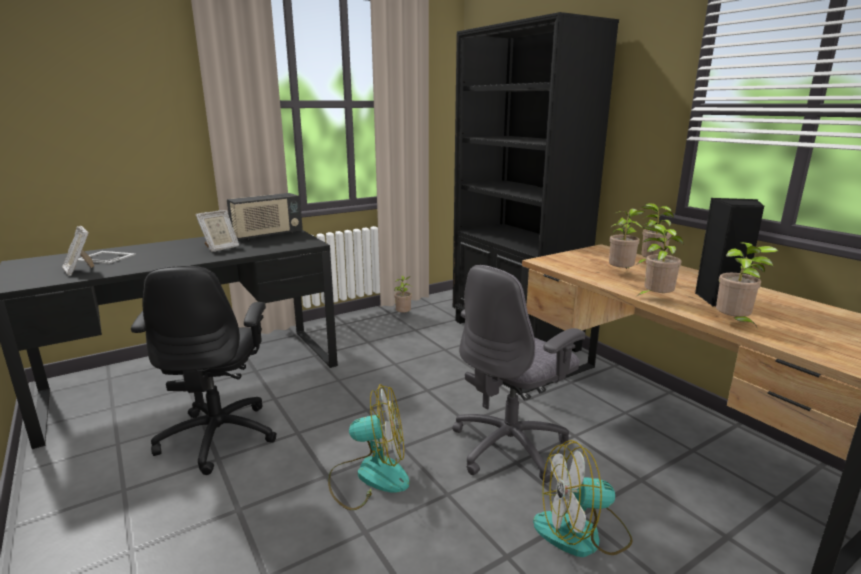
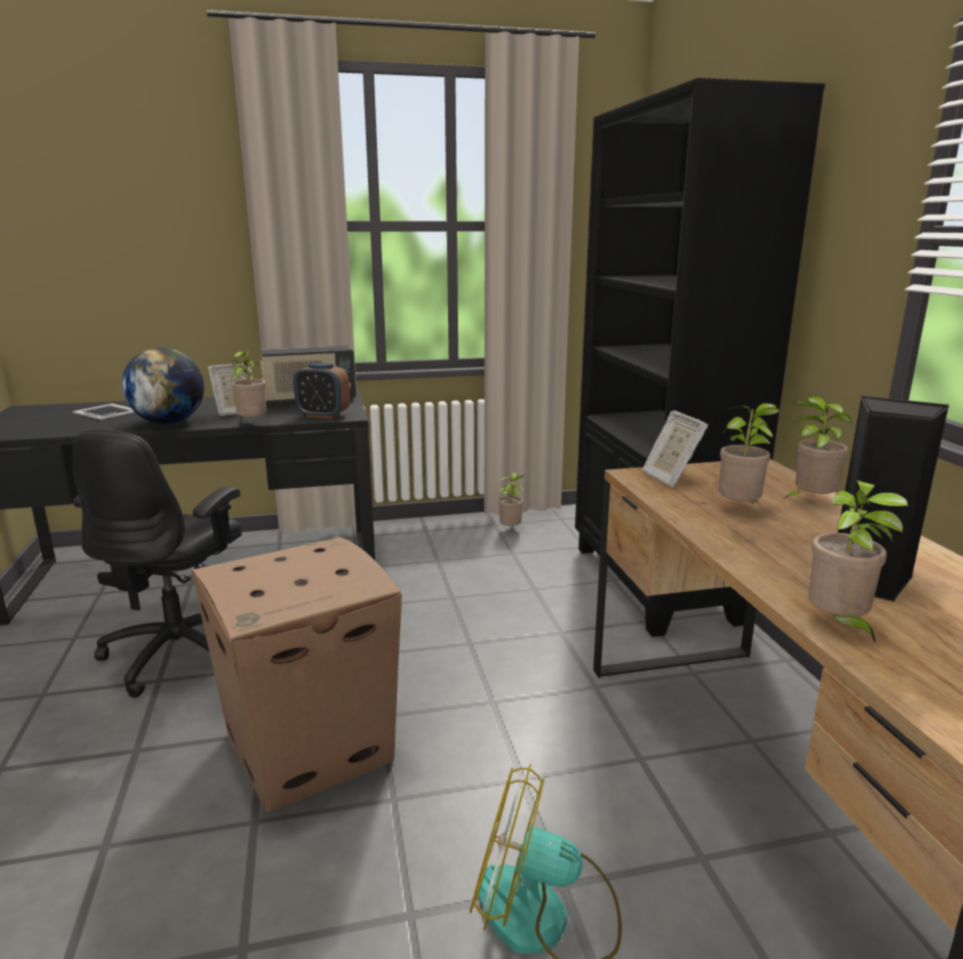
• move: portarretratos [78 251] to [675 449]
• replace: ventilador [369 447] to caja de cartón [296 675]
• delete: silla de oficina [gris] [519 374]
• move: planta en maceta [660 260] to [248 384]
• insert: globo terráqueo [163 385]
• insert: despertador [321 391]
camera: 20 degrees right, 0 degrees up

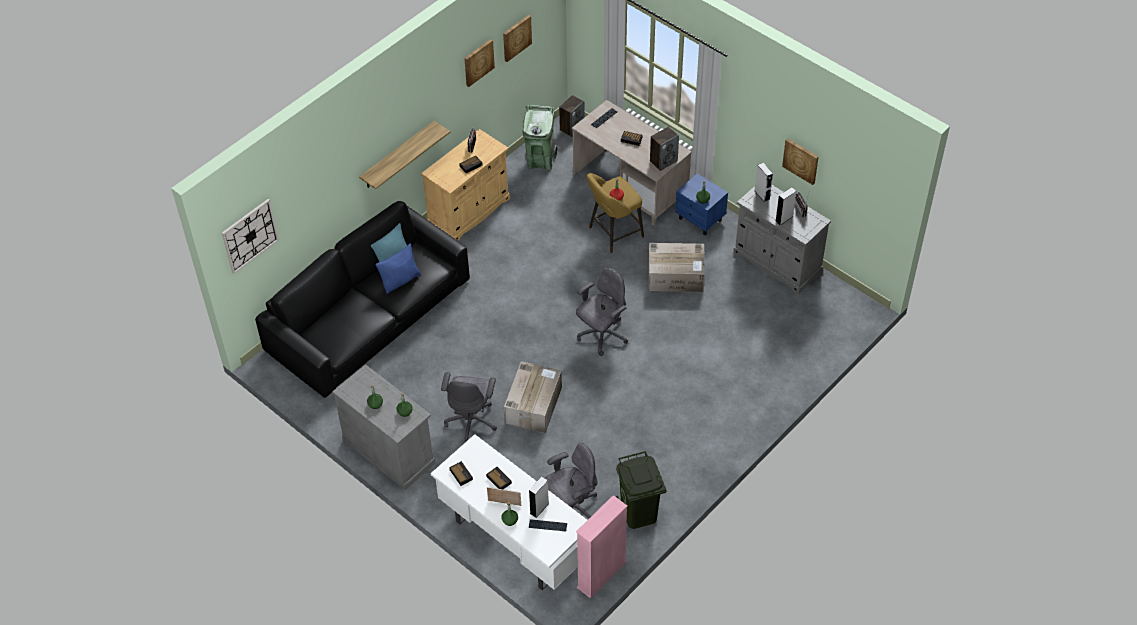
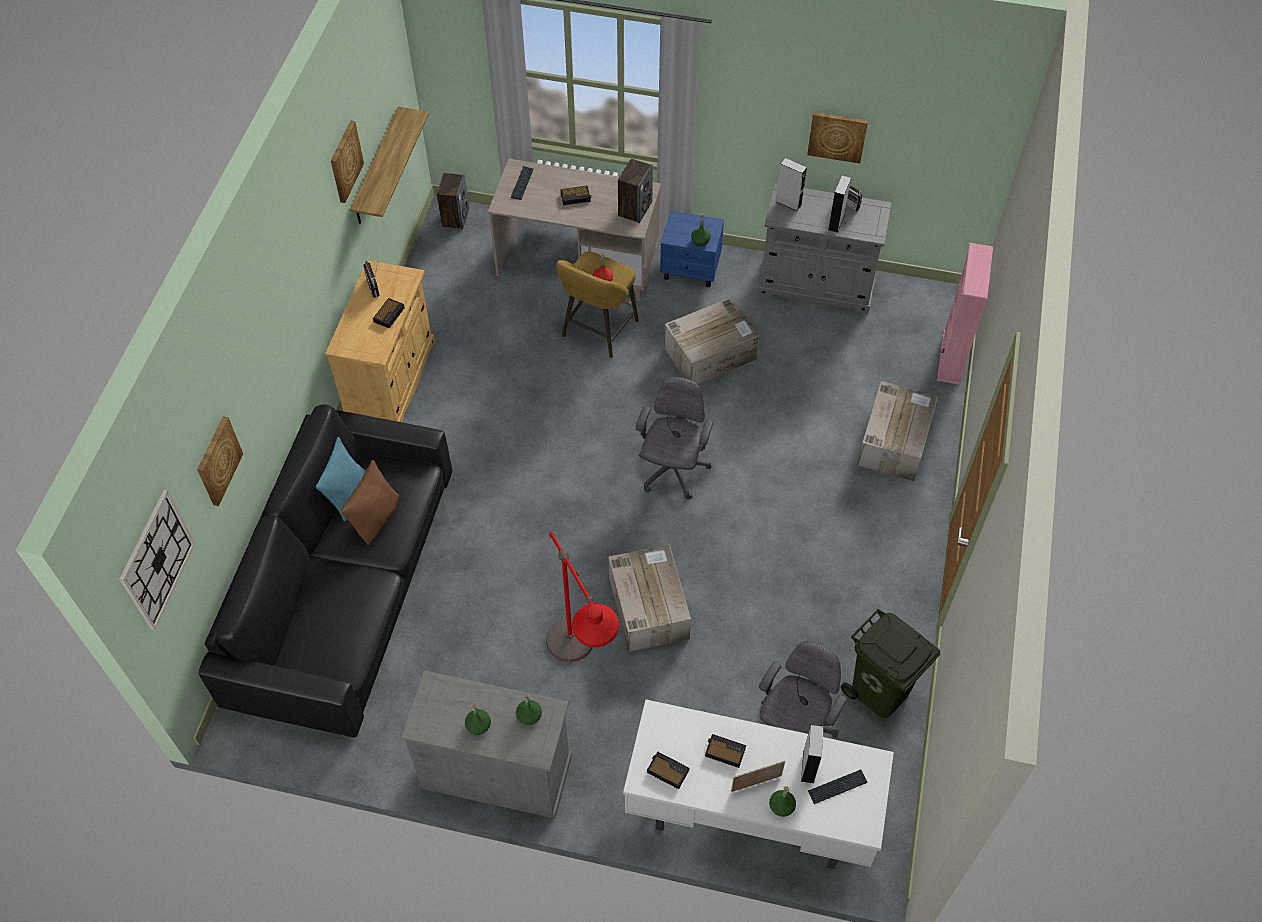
• move: estante [404 155] to [389 165]
• recolor: cojín [azul] [398 269] to cojín [marrón] [370 502]
• replace: silla de oficina [gris] [469 407] to lámpara de pie [rojo] [582 597]
• move: cuadro [517 38] to [220 461]
• delete: papelera [verde] [540 138]
• move: estantería [rosa] [602 546] to [965 314]
• insert: caja de cartón [897 431]
camera: 30 degrees left, 5 degrees up

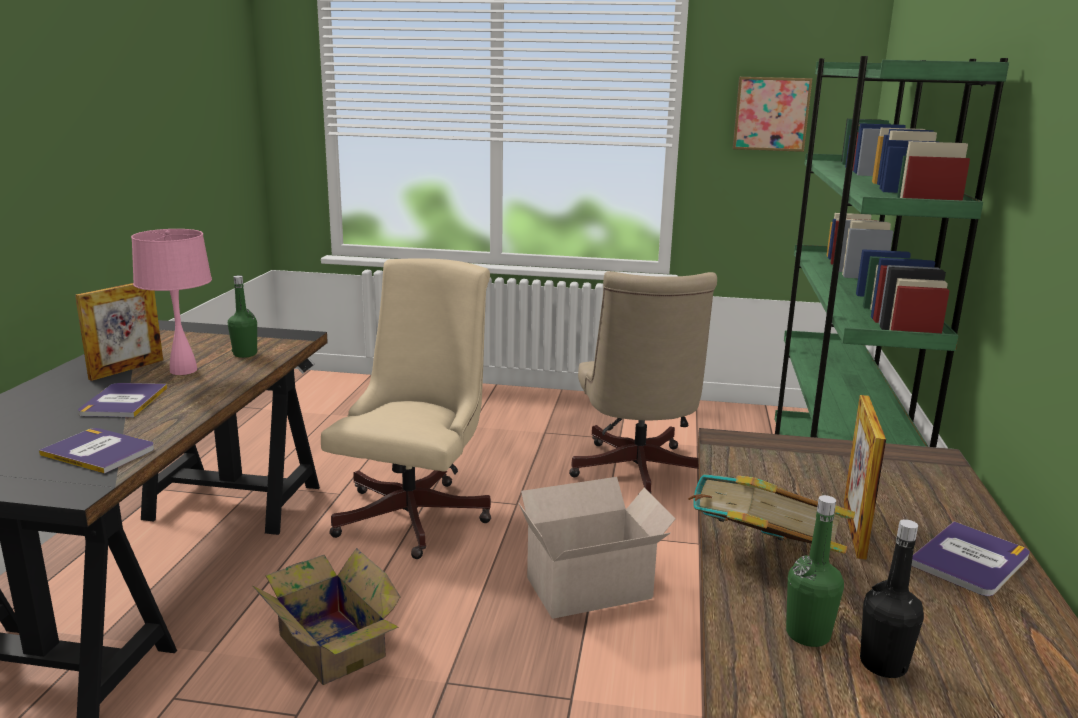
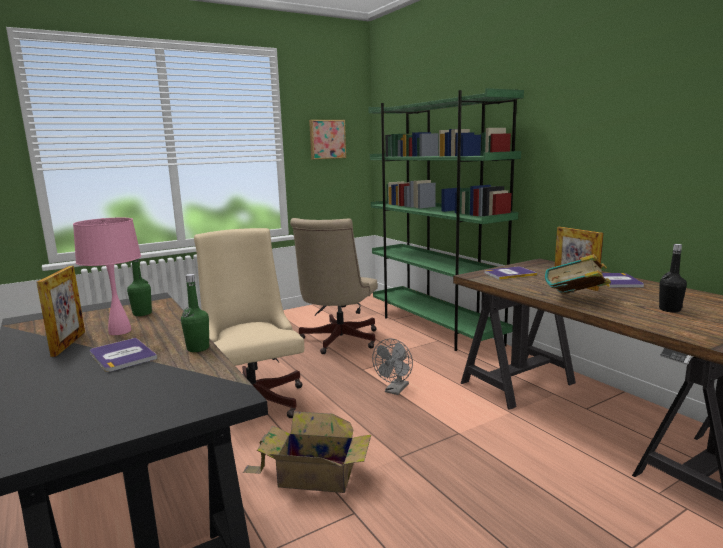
• move: libro [96 451] to [511 273]
• replace: caja de cartón [597 548] to ventilador [gris] [392 367]
• rotate: silla de oficina [beis] [643 382] = [334 286] 60 degrees clockwise
• move: botella [verde] [815 571] to [195 313]
camera: 40 degrees left, 5 degrees down

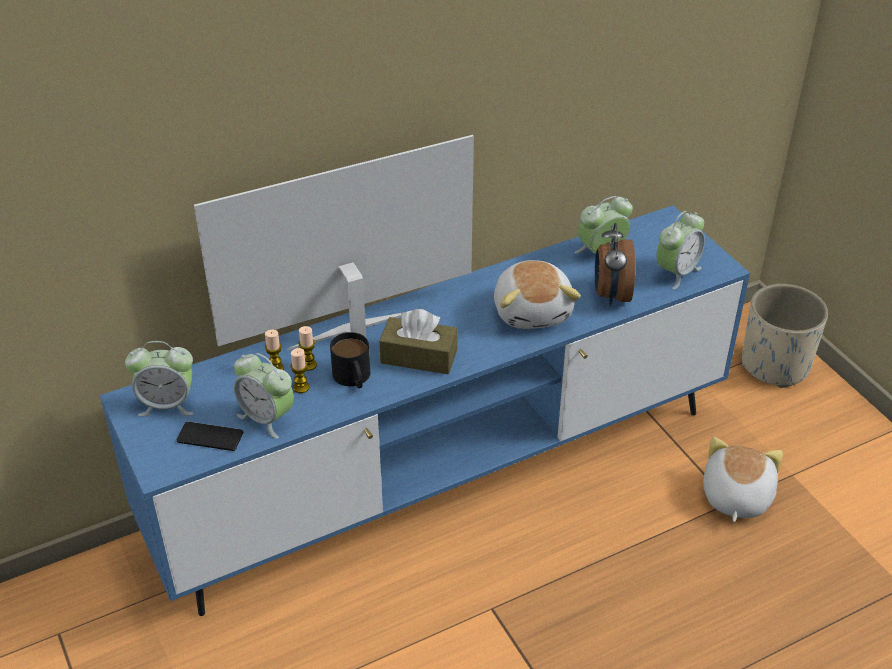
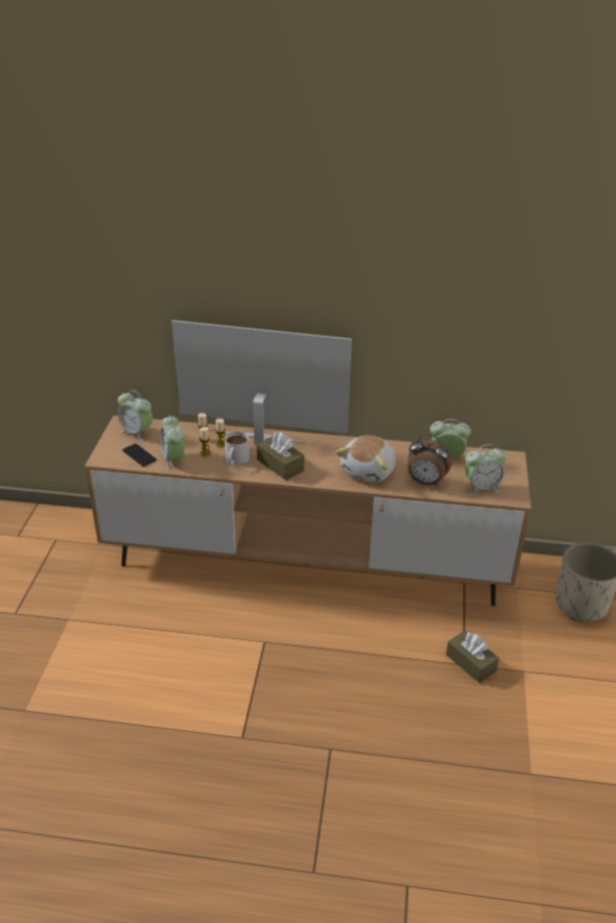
• recolor: mueble de televisión [azul] [425 410] to mueble de televisión [marrón] [308 510]
• recolor: taza grande [negro] [350 360] to taza grande [blanco] [236 448]
• rotate: despertador [615 264] = [429 460] 105 degrees counterclockwise
• replace: peluche [743 479] to caja de pañuelos [marrón] [472 656]
camera: 35 degrees right, 5 degrees down

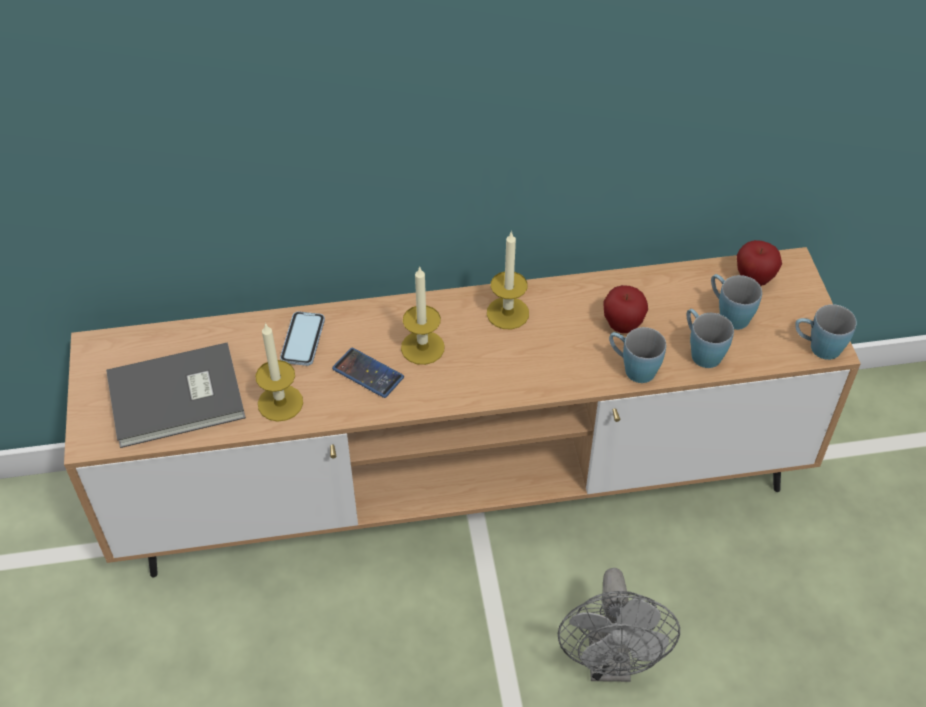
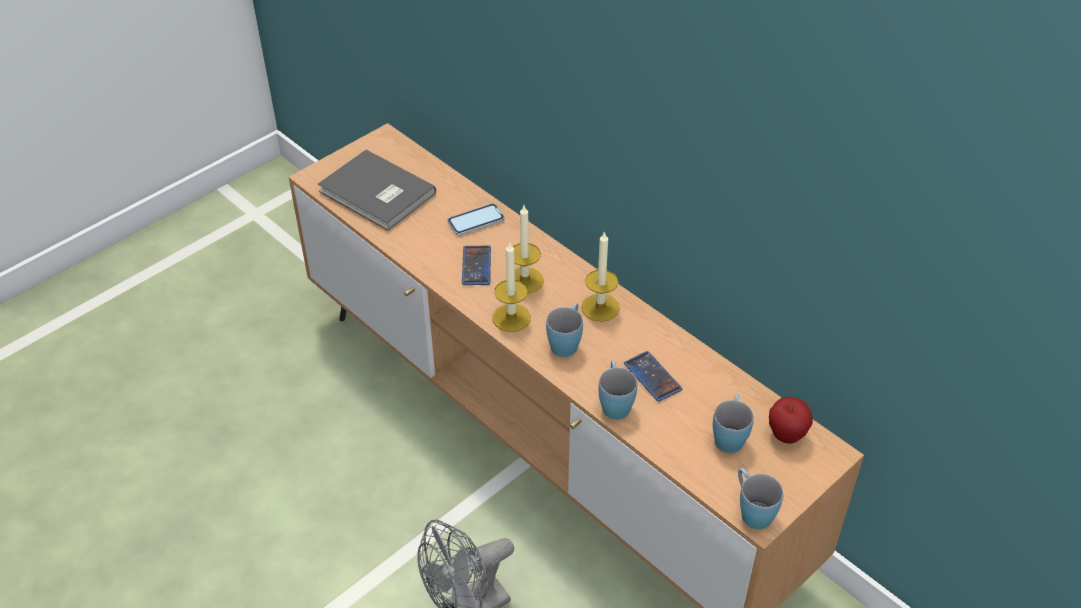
• move: vela [279 372] to [512 287]
• replace: manzana [626 309] to móvil [653 376]
• move: taza grande [azul] [710 338] to [564 330]
camera: 55 degrees right, 5 degrees down

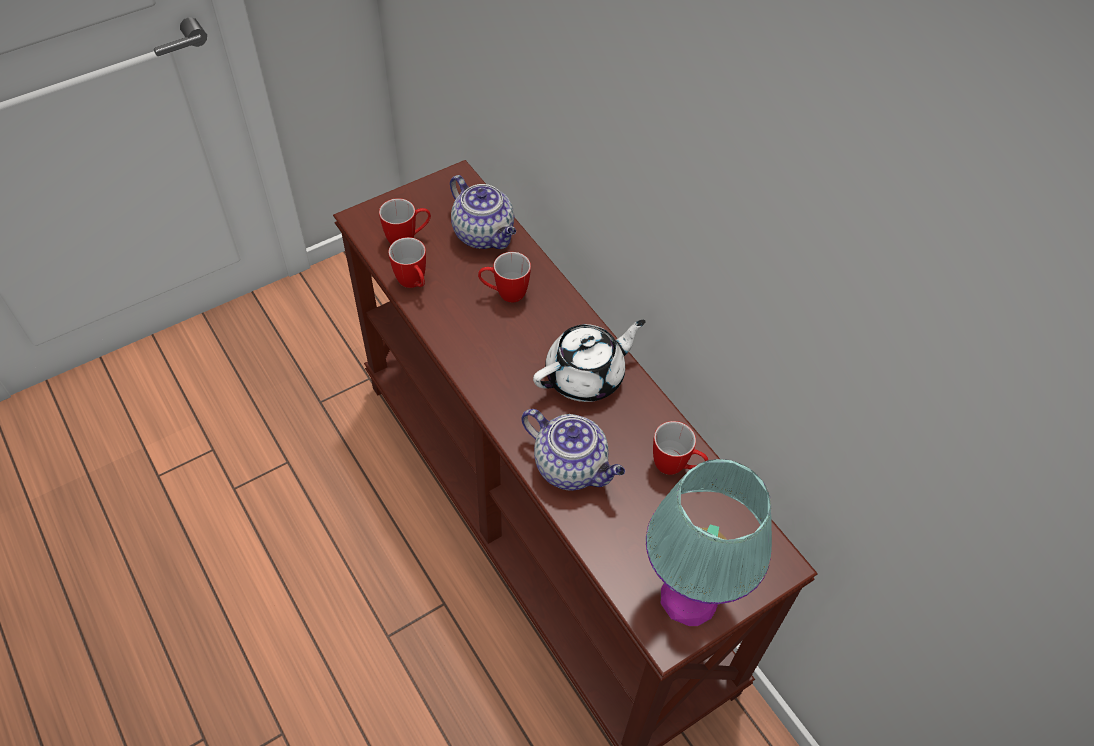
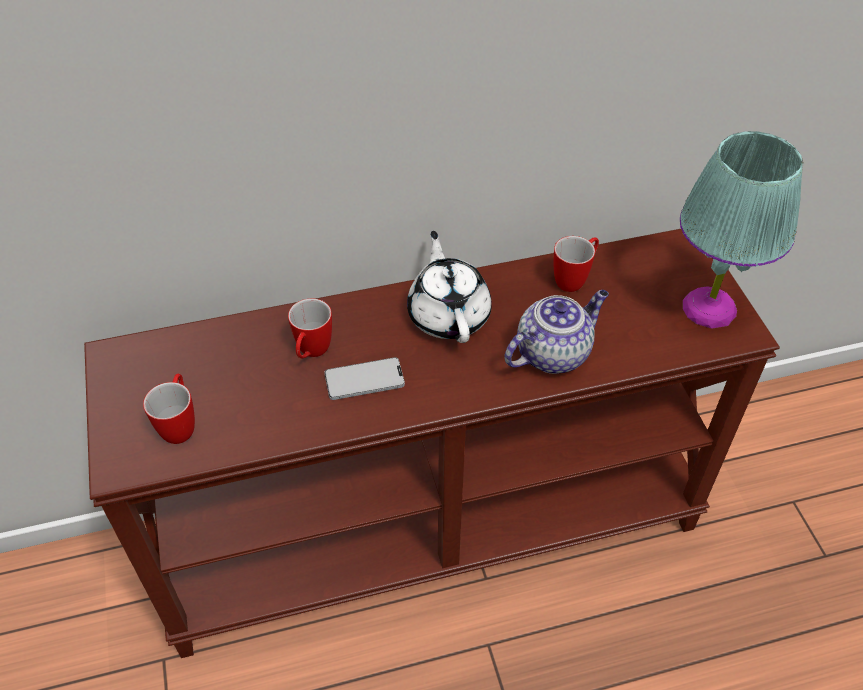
• delete: taza grande [407 262]
• delete: tetera [483 212]
• insert: móvil [364 378]
camera: 70 degrees left, 5 degrees down

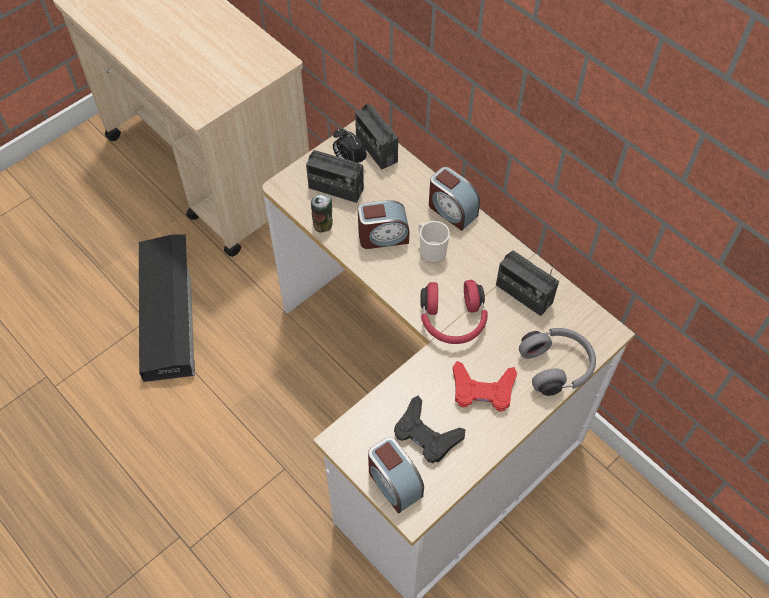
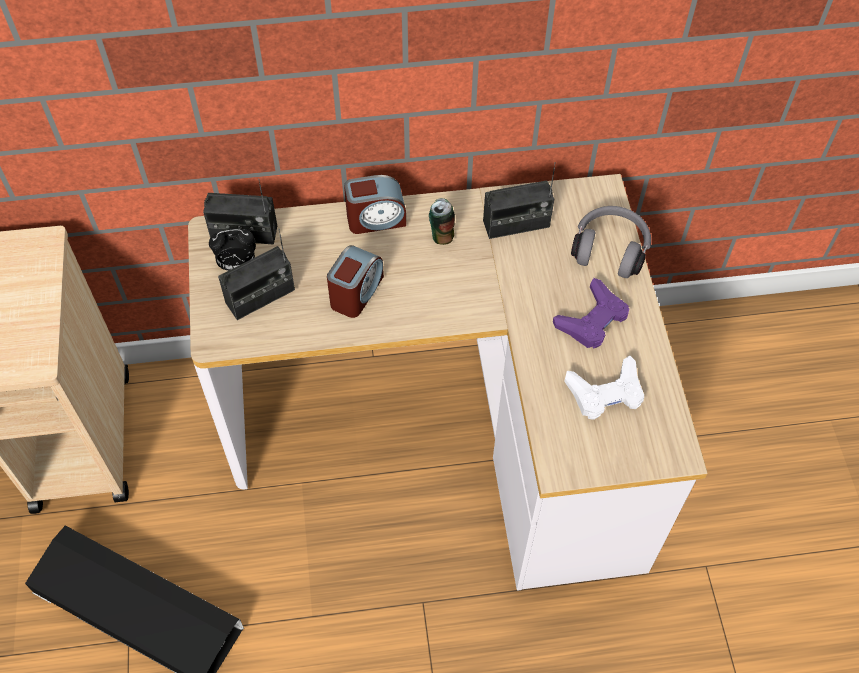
• move: lata [322 214] to [442 221]
• delete: despertador [396 475]
• recolor: mando de consola [negro] [429 429] to mando de consola [blanco] [604 388]
• delete: taza grande [434 242]
• delete: auriculares [rojo] [454 312]
• recolor: mando de consola [rojo] [485 386] to mando de consola [morado] [591 313]
camera: 55 degrees left, 0 degrees up

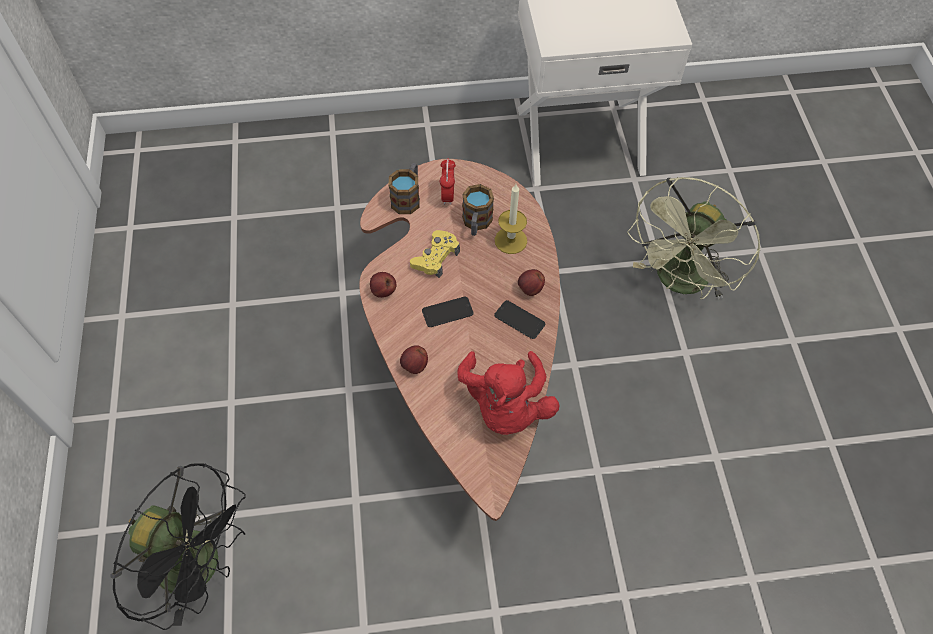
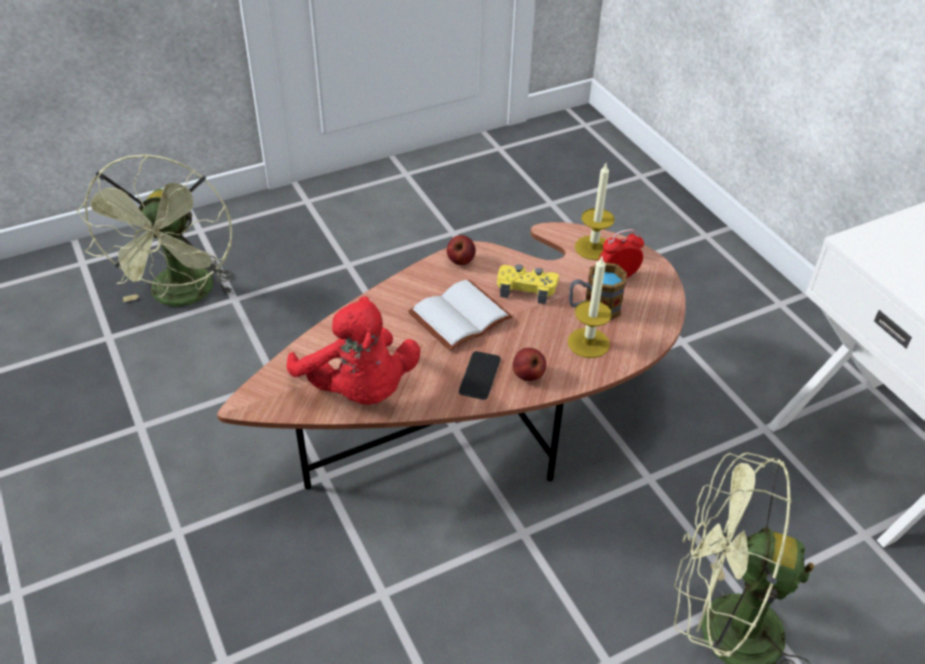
• recolor: ventilador [negro] [178 546] to ventilador [verde] [155 230]
• replace: taza grande [404 188] to vela [595 212]
• delete: manzana [414 359]
• replace: móvil [448 312] to libro [blanco] [460 315]
• rotate: peluche [rojo] [509 393] = [353 350] 105 degrees counterclockwise
camera: 70 degrees right, 15 degrees down

